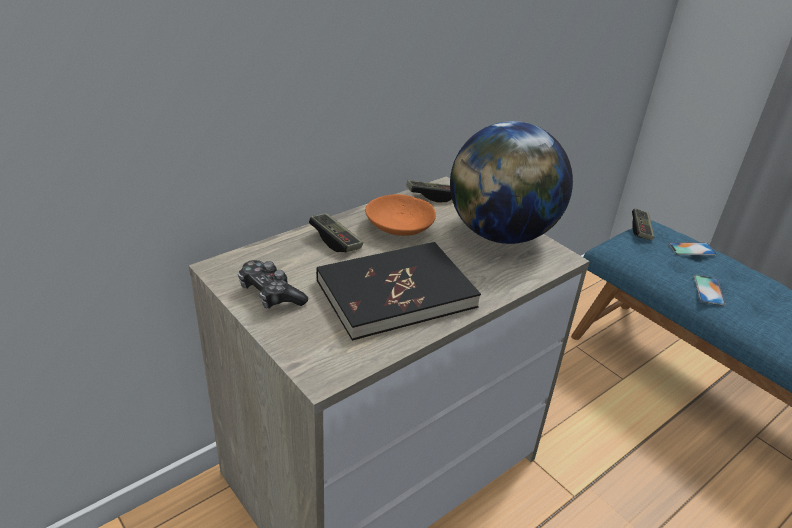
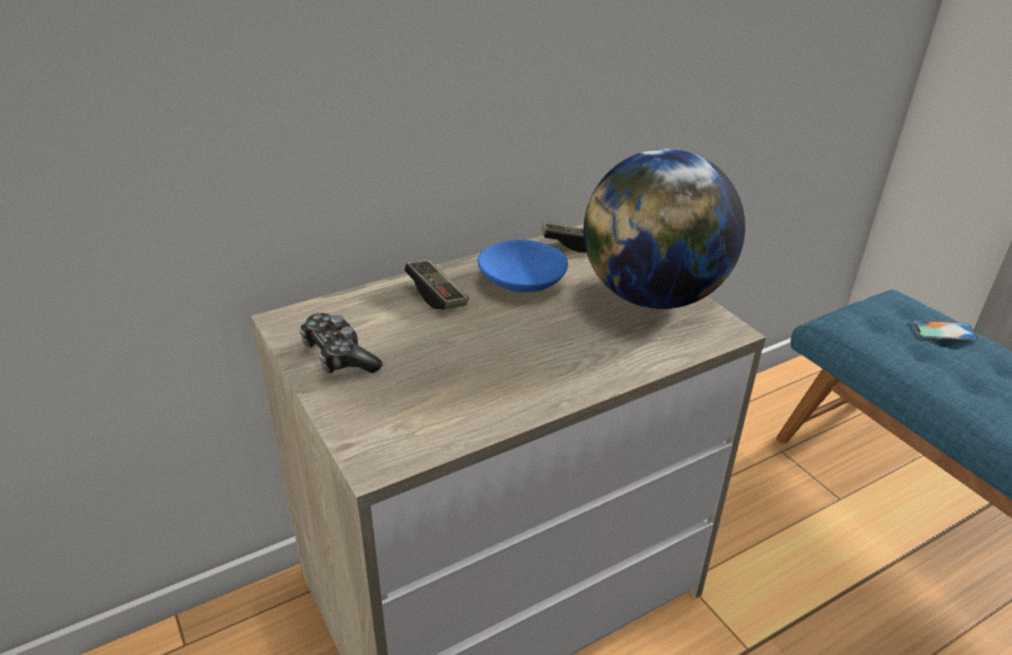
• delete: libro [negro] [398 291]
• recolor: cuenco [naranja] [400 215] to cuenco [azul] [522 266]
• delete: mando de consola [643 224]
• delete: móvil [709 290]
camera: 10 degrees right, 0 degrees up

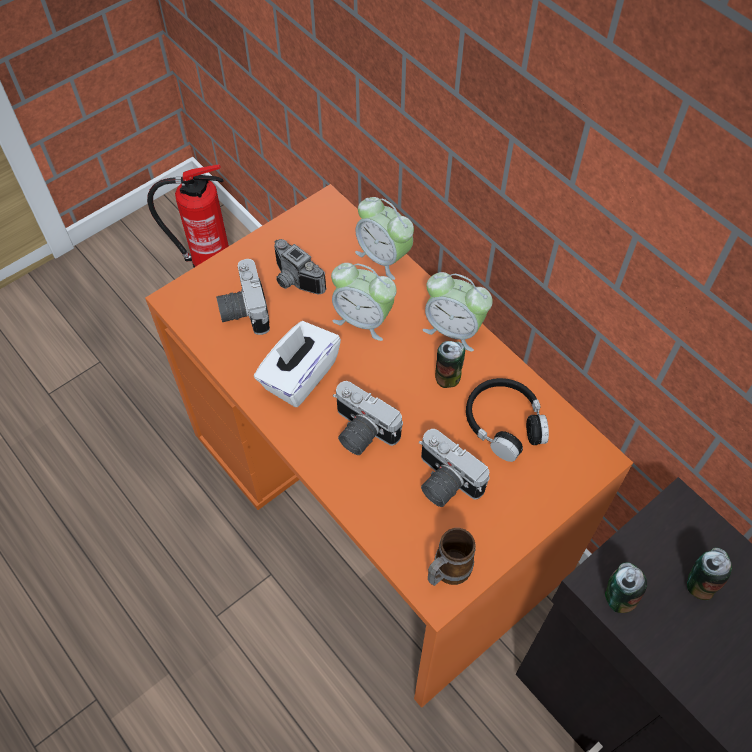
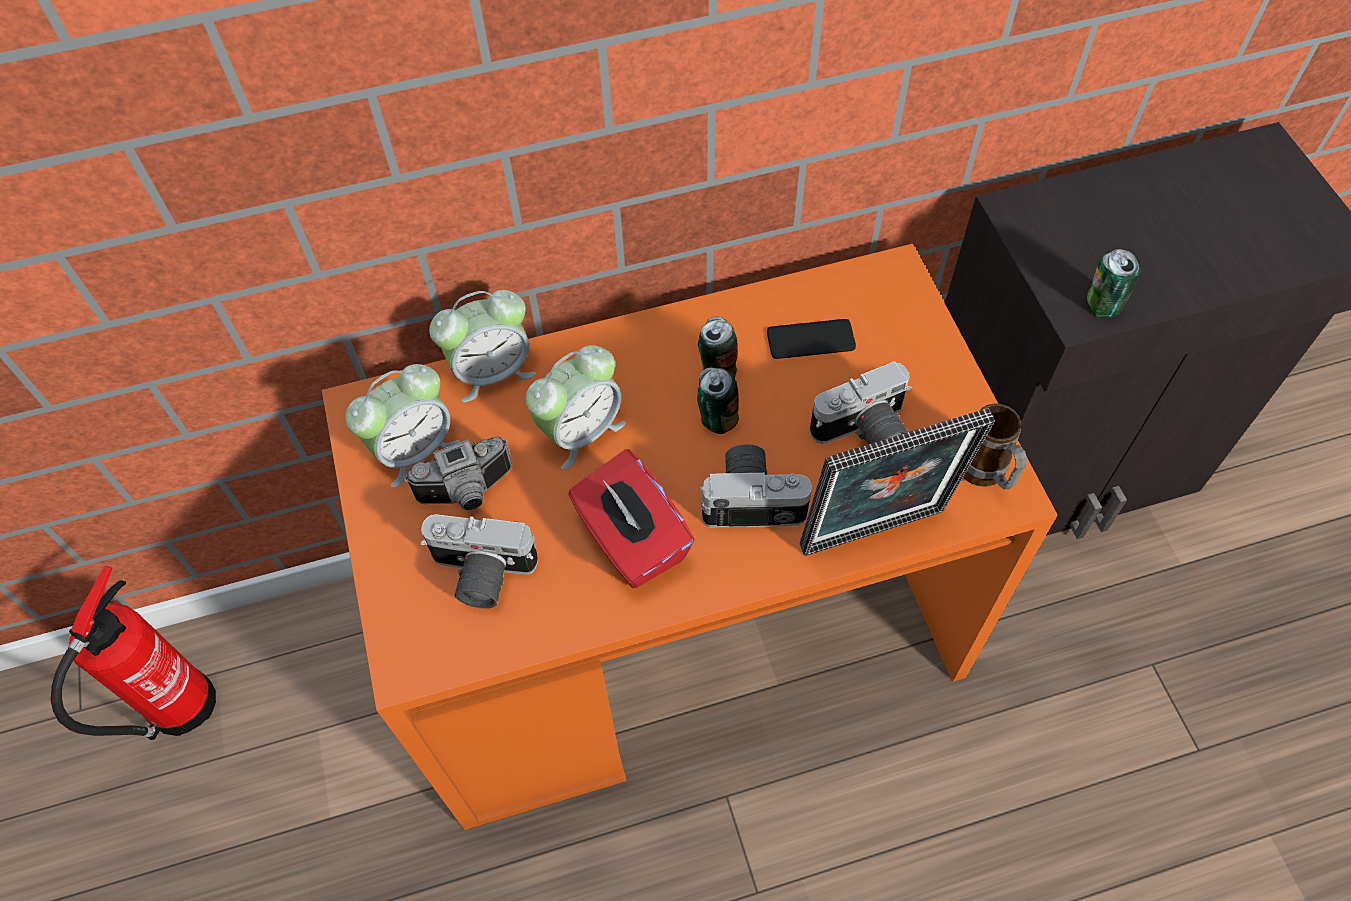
• recolor: caja de pañuelos [blanco] [297 364] to caja de pañuelos [rojo] [631 518]
• rotate: cámara [368 418] = [756 485] 150 degrees counterclockwise
• move: despertador [458 311] to [402 426]
• replace: auriculares [negro] [507 420] to móvil [811 339]
• move: lata [709 574] to [718 400]
• insert: portarretratos [897 482]
camera: 65 degrees left, 0 degrees up

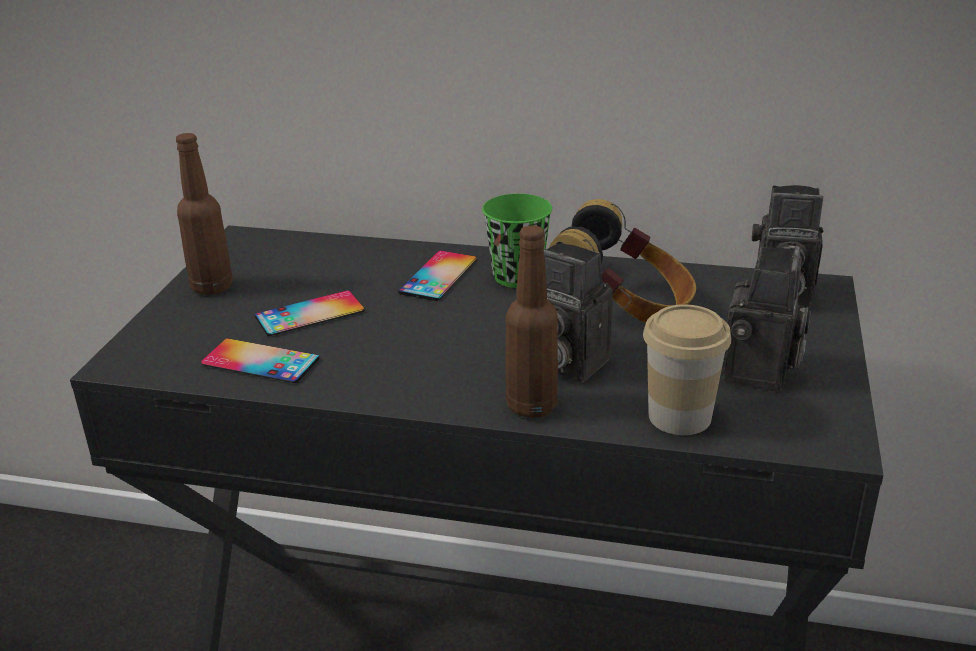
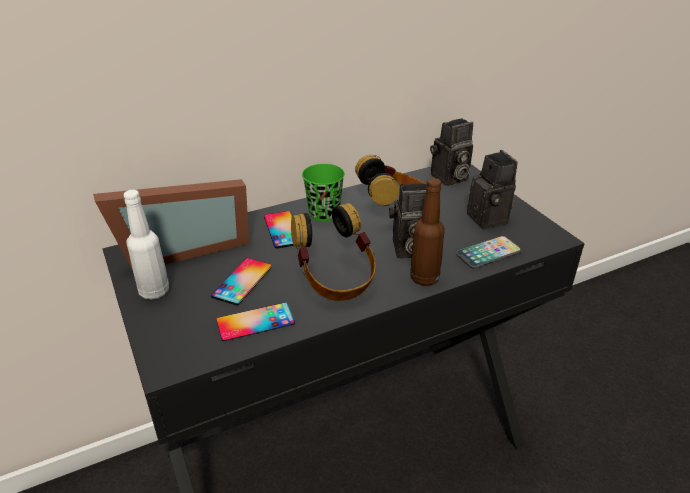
• recolor: botella [marrón] [204 214] to botella [blanco] [146 245]
• replace: taza [687 369] to móvil [488 252]
• insert: portarretratos [171 224]
• insert: auriculares [333 252]
camera: 40 degrees left, 5 degrees up

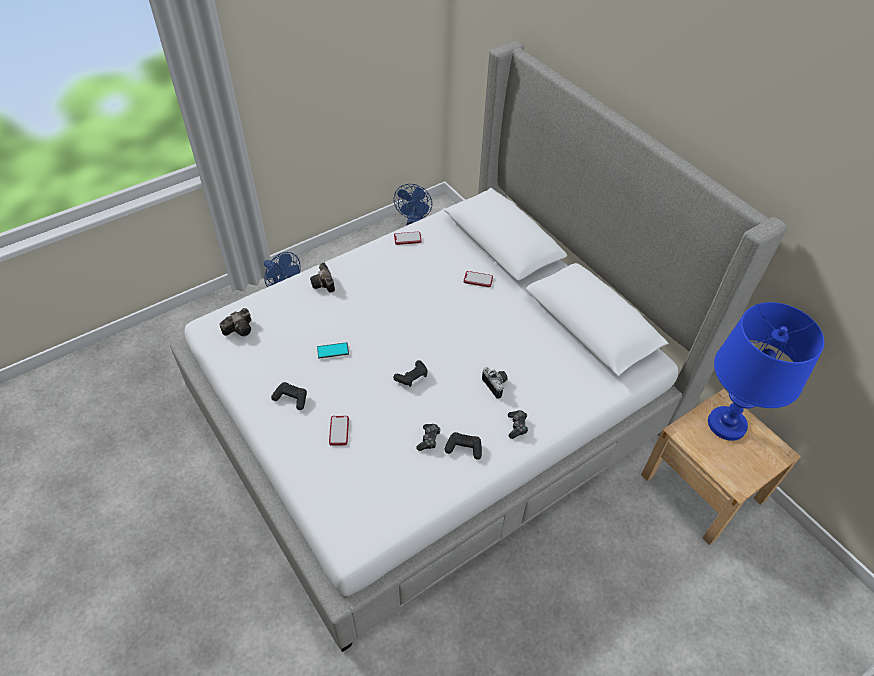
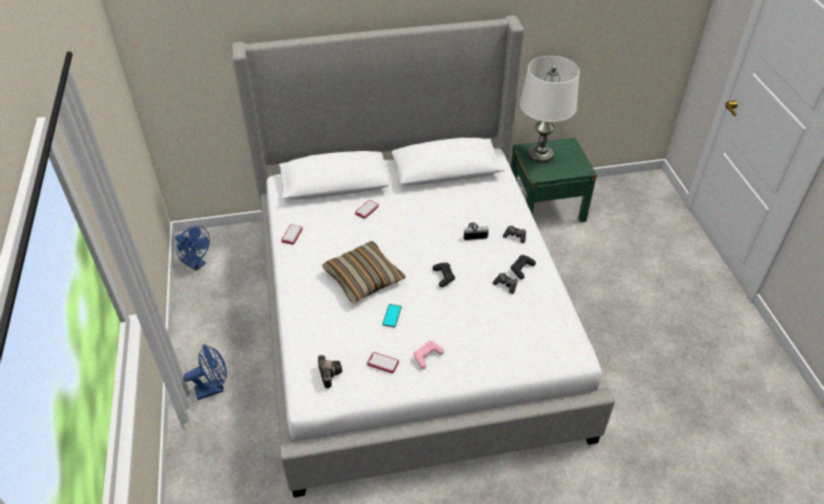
• recolor: mando de consola [negro] [289 396] to mando de consola [rosa] [429 355]
• delete: cámara [322 278]
• move: móvil [339 431] to [383 362]
• recolor: mesita de noche [beis] [721 467] to mesita de noche [verde] [554 180]
• recolor: lámpara de mesa [azul] [766 371] to lámpara de mesa [blanco] [549 109]
• insert: cojín [363 272]
camera: 65 degrees left, 5 degrees down

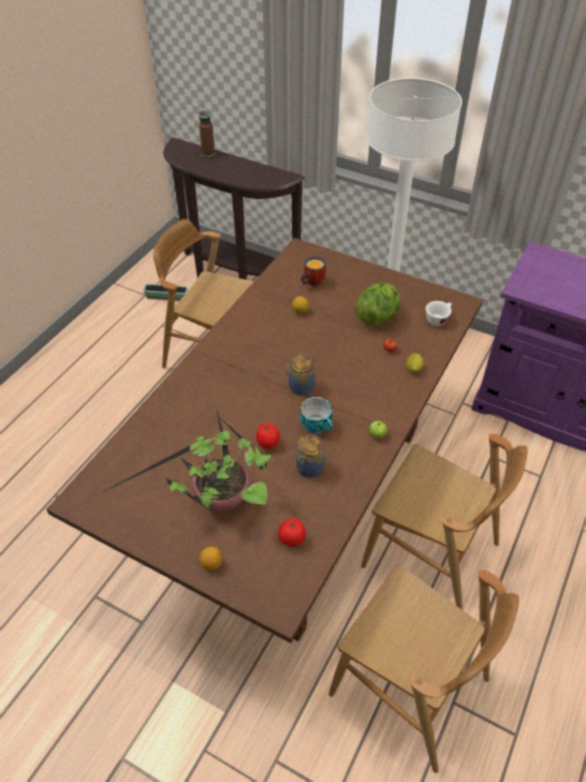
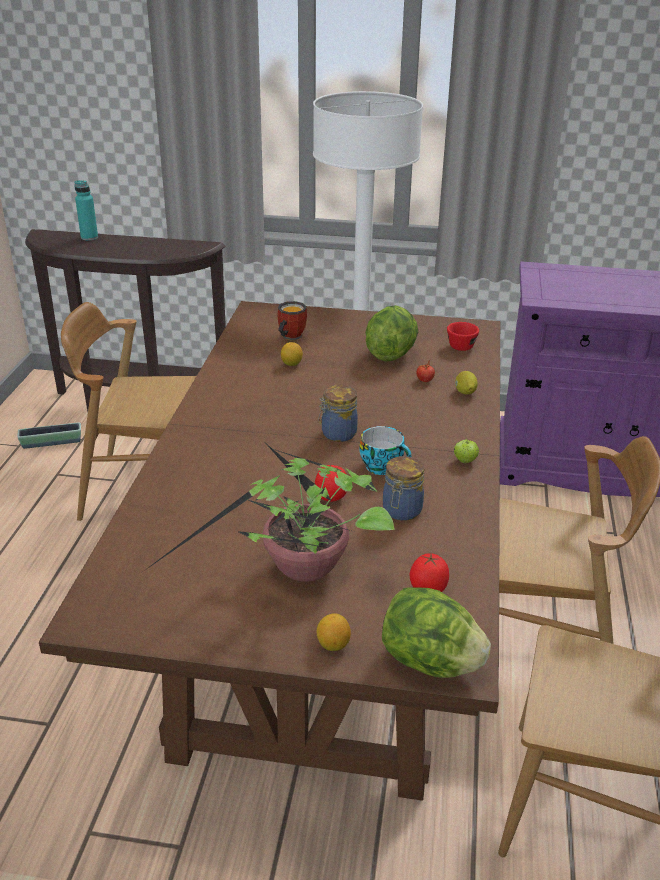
• recolor: botella [marrón] [207 134] to botella [turquesa] [86 210]
• recolor: taza [blanco] [439 313] to taza [rojo] [463 336]
• insert: lechuga [436 633]
camera: 20 degrees left, 15 degrees down

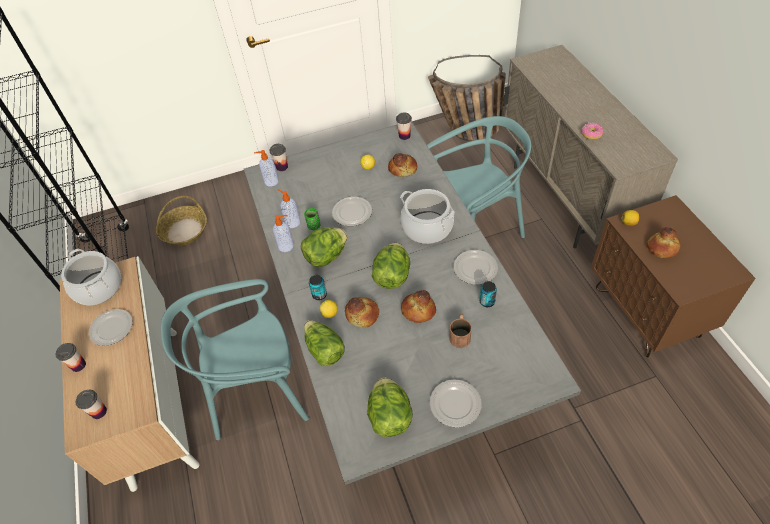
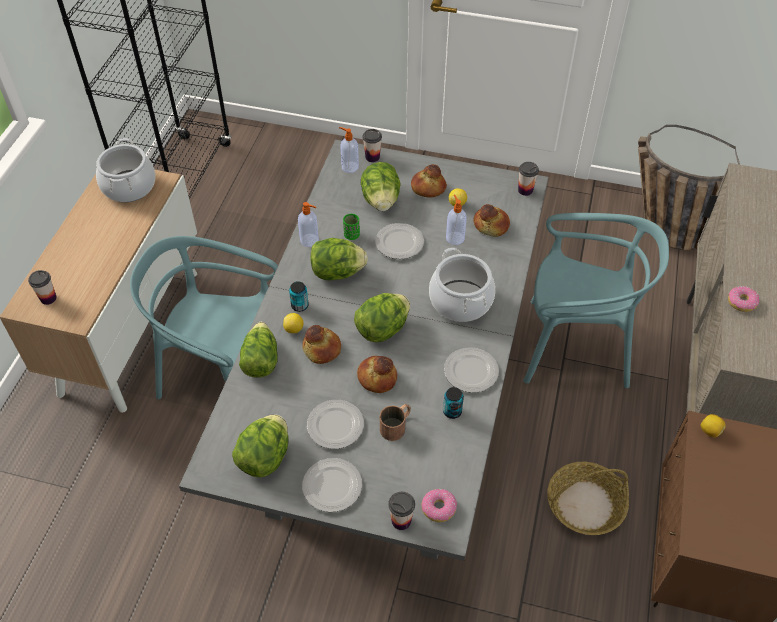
• move: taza [71 357] to [401 511]
• move: plato [111 327] to [335 424]
• move: cesta [181 221] to [588 498]
• move: dispensador de jabón [289 208] to [456 219]
• move: pan [664 242] to [429 181]
• insert: lechuga [381 186]
• insert: rosquilla [439 505]
camera: 30 degrees right, 0 degrees up

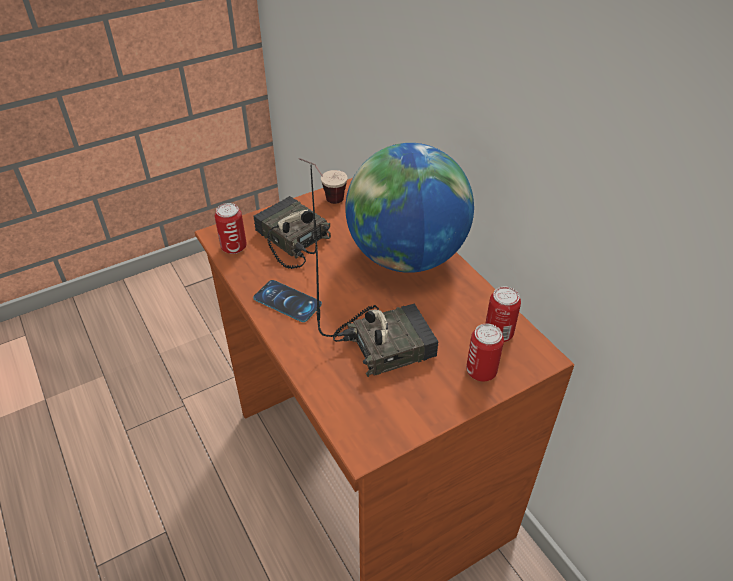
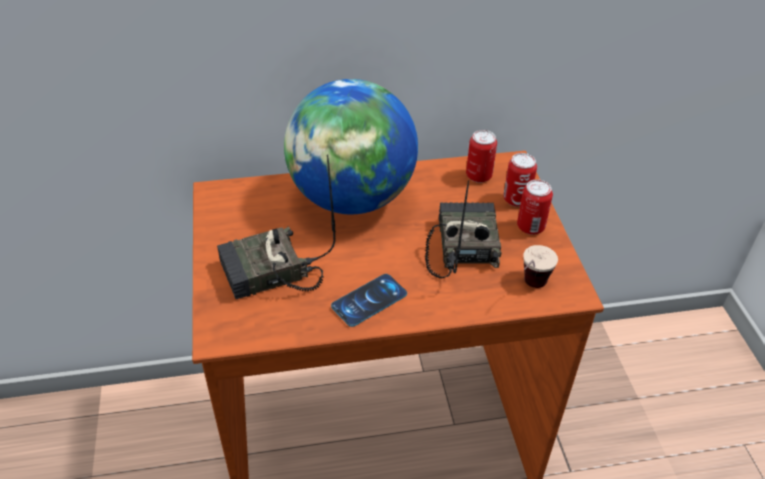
• move: lata [230 228] to [535 207]
• move: taza [323 181] to [540 266]
camera: 70 degrees left, 0 degrees up

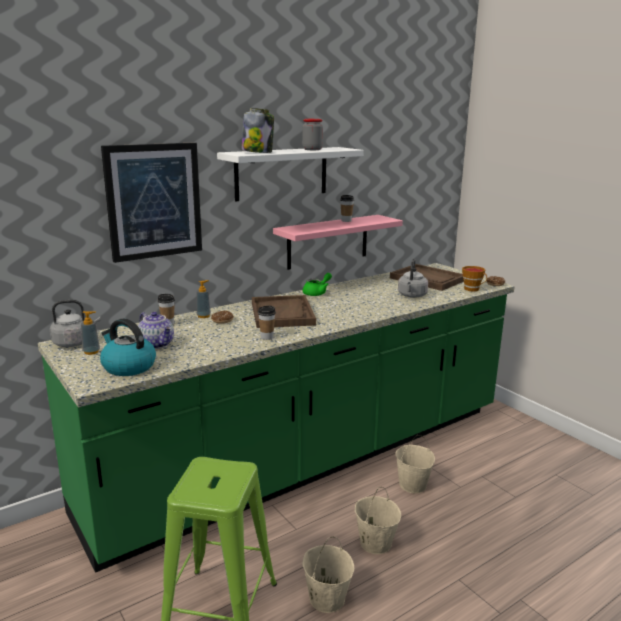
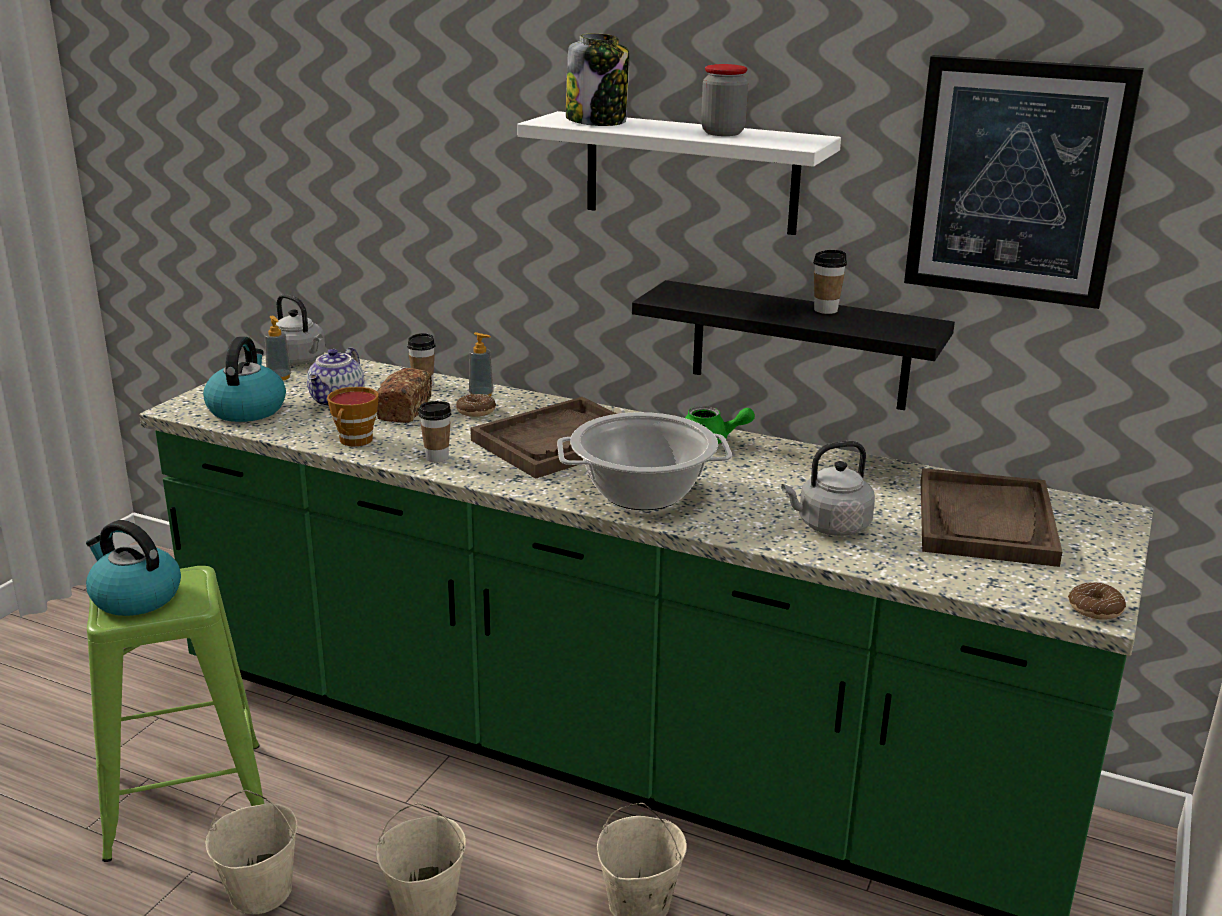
• move: cuadro [151 203] to [1024 182]
• recolor: estante [rosa] [338 242] to estante [negro] [793 345]
• move: taza [474 278] to [353 416]
• insert: hervidor [133 568]
• insert: pan [404 395]
• insert: olla [644 461]
camera: 60 degrees right, 5 degrees up

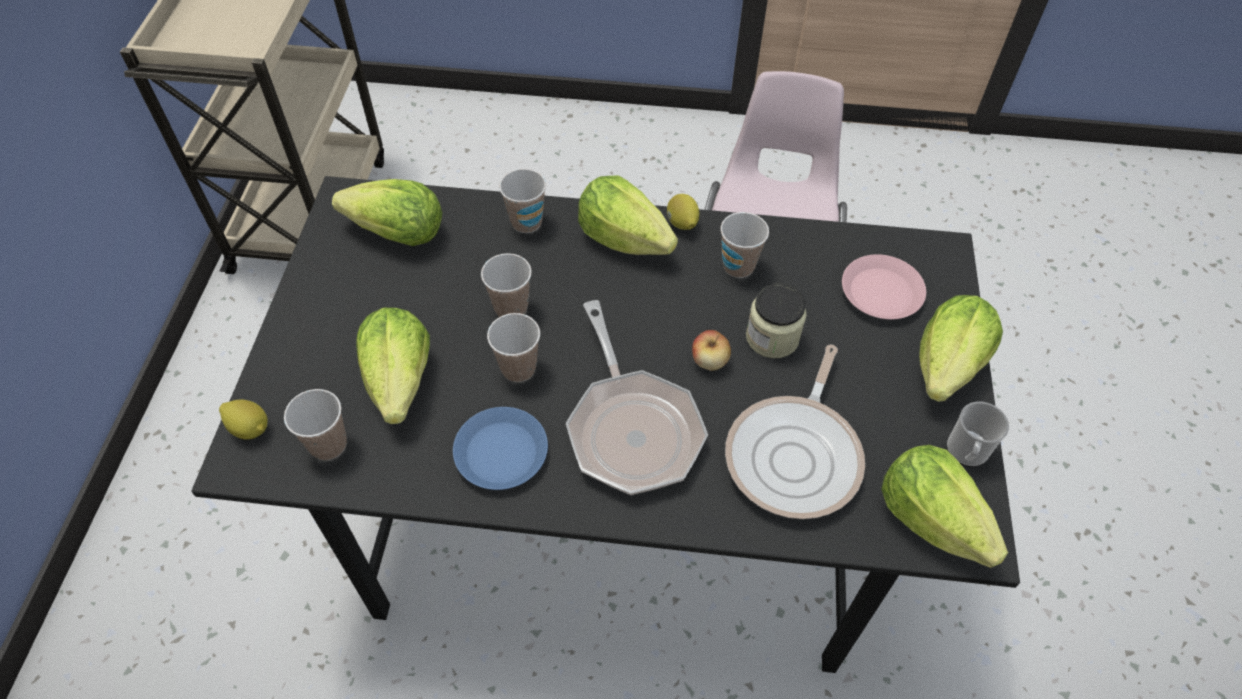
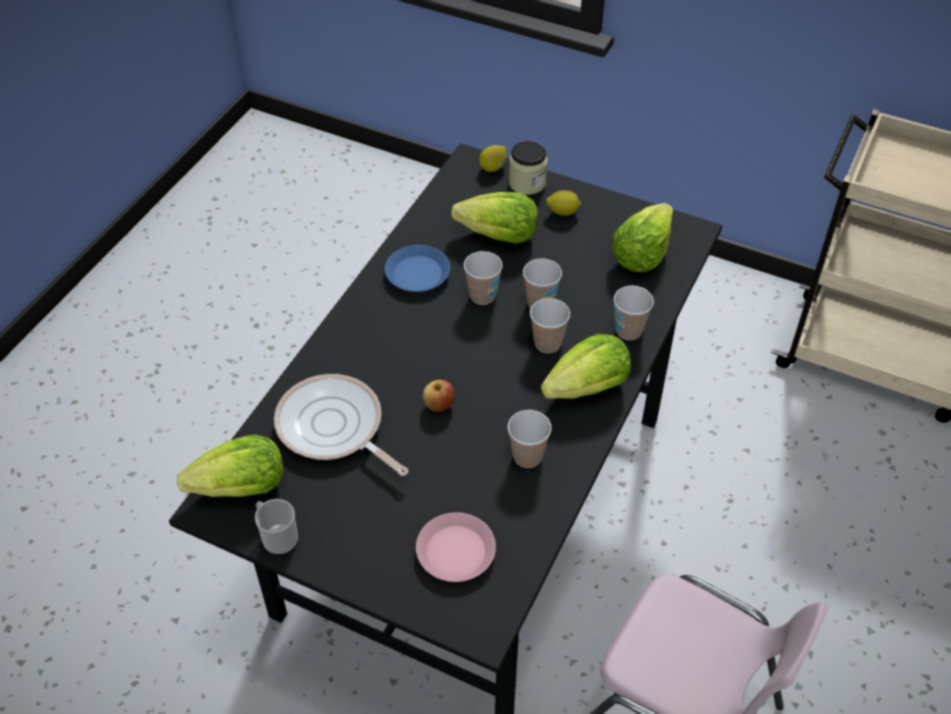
• move: taza [315 424] to [550 325]
• delete: sartén [637 397]
• move: limón [683 212] to [563 203]
• move: tarro [776 320] to [528 168]
• delete: lechuga [961 348]
camera: 110 degrees right, 5 degrees down

